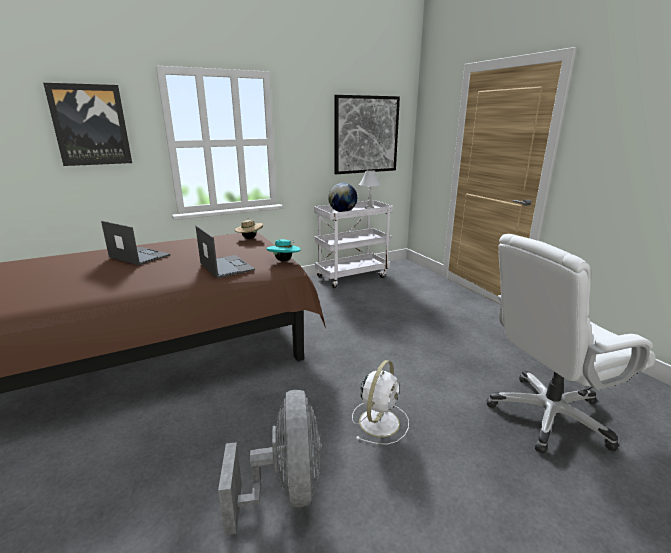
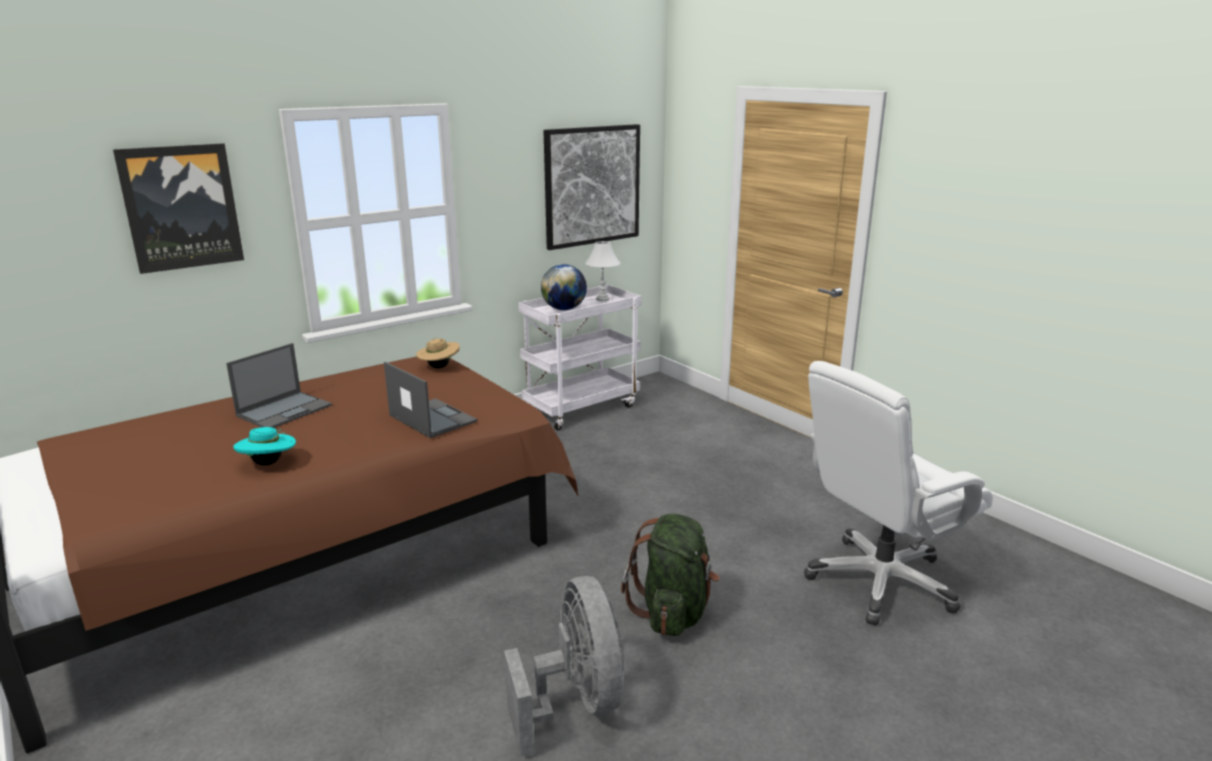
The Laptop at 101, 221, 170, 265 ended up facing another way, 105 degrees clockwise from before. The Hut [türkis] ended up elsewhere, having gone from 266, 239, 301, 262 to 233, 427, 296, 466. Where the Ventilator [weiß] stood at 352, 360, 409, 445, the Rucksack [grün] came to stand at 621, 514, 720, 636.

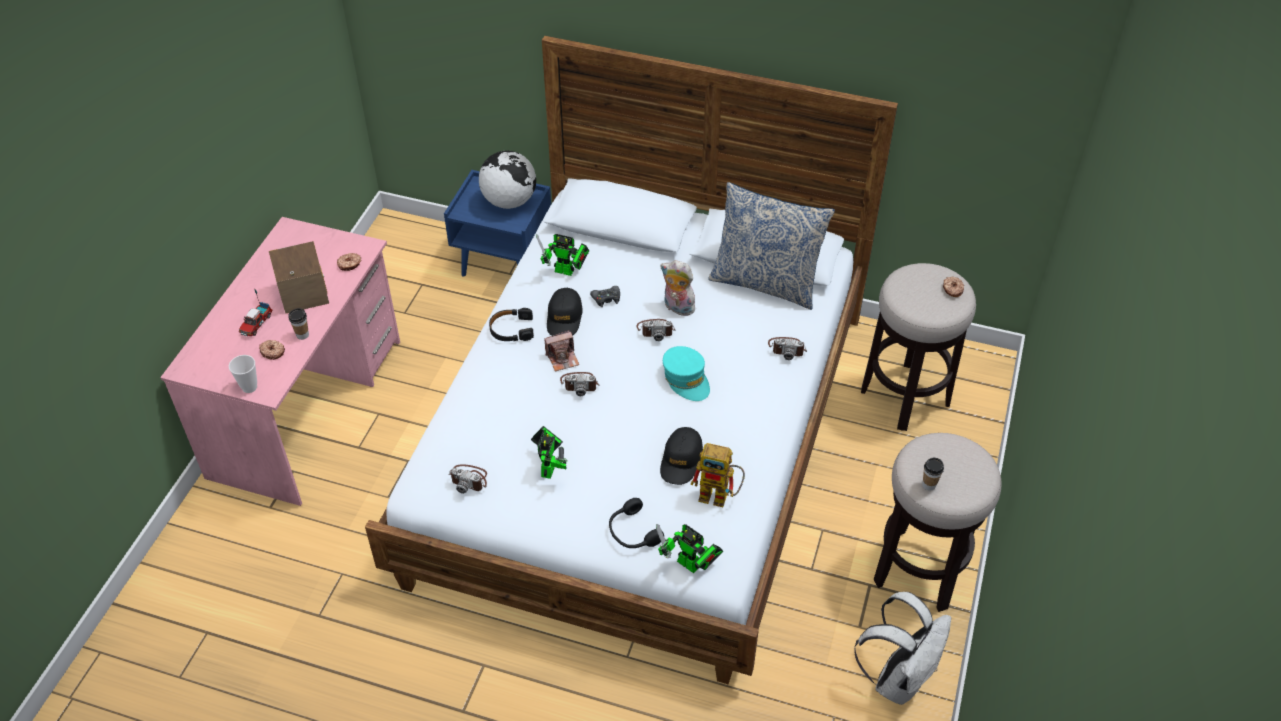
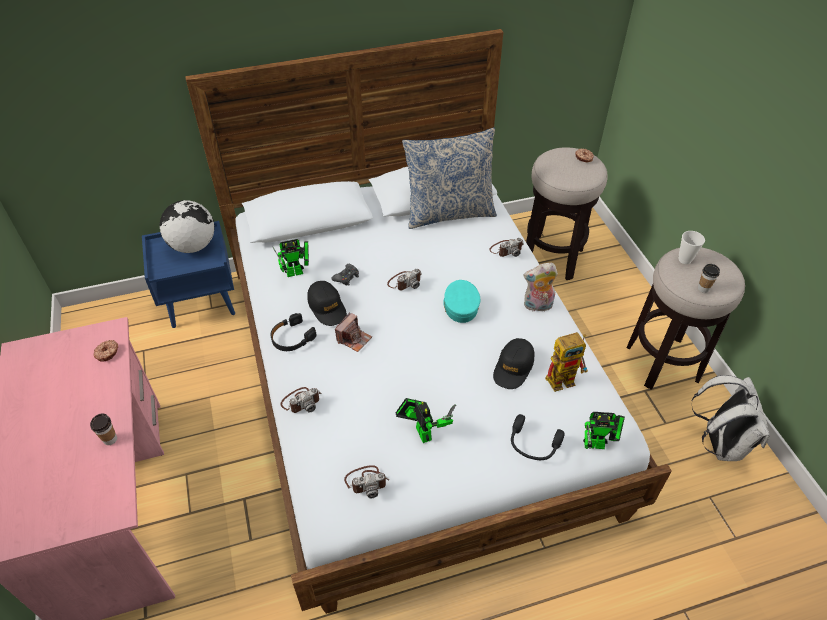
The second view lost the Spielzeughaus at 269, 241, 329, 313. The Plüschtier ended up elsewhere, having gone from 661, 260, 695, 317 to 524, 263, 558, 311. The second view lost the Spielzeuglaster at 239, 290, 273, 336. The second view lost the Donut at 259, 340, 285, 360. The Kappe [türkis] at 663, 346, 710, 401 ended up facing another way, 120 degrees counterclockwise from before. The Tasse ended up elsewhere, having gone from 229, 355, 257, 393 to 678, 231, 705, 264. The Kamera ended up elsewhere, having gone from 560, 372, 600, 396 to 281, 387, 321, 413. The Kappe [schwarz] at 660, 427, 703, 485 ended up facing another way, 45 degrees clockwise from before.

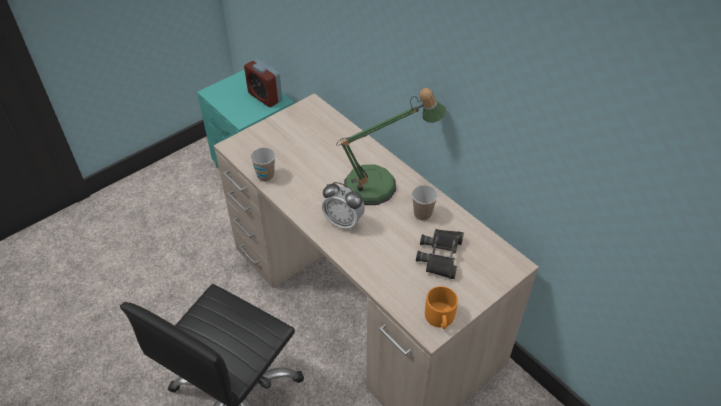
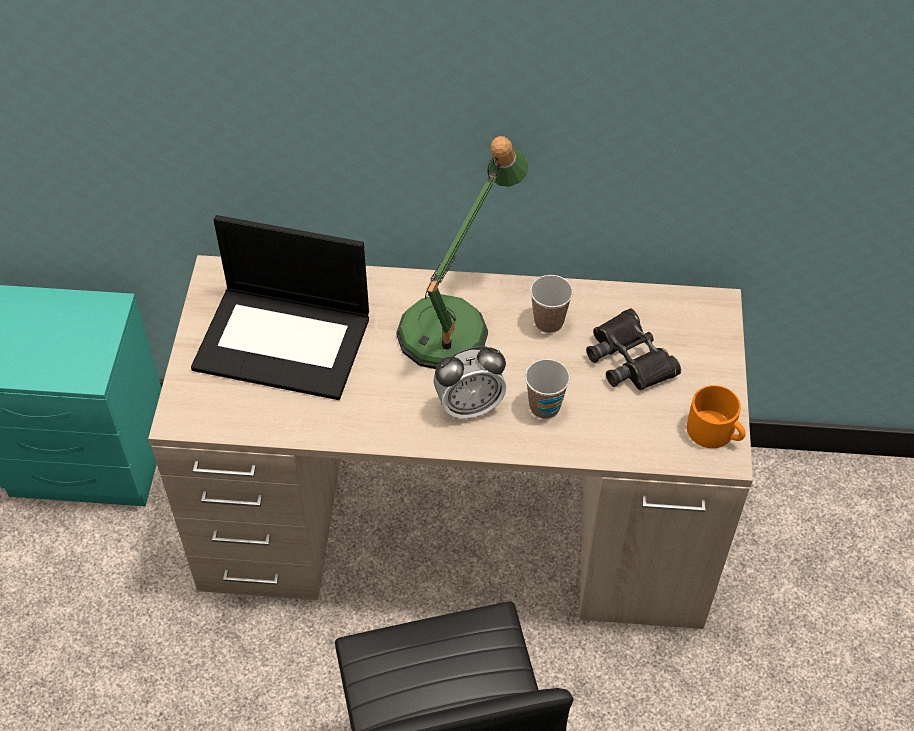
The second view lost the Wecker at 244, 59, 282, 107. The Tasse ended up elsewhere, having gone from 251, 147, 275, 181 to 525, 359, 570, 419. The second view gained the Laptop at 191, 215, 369, 400.

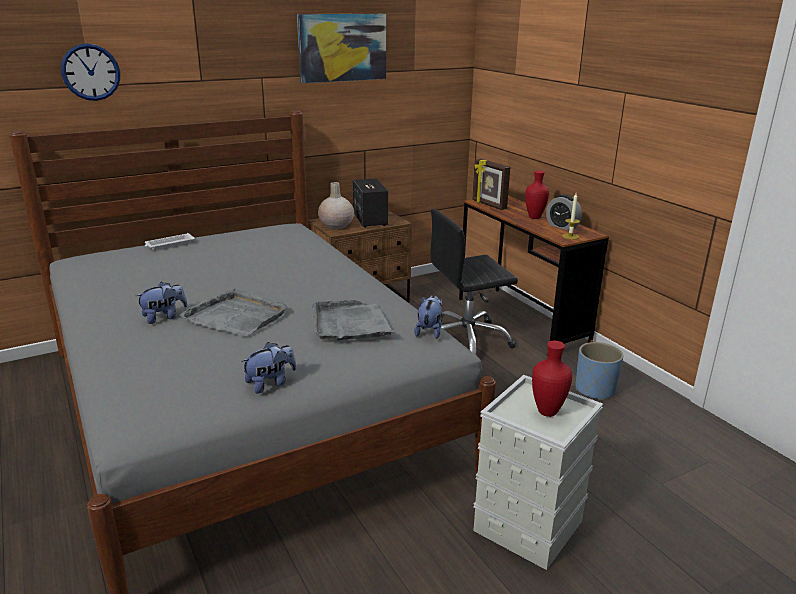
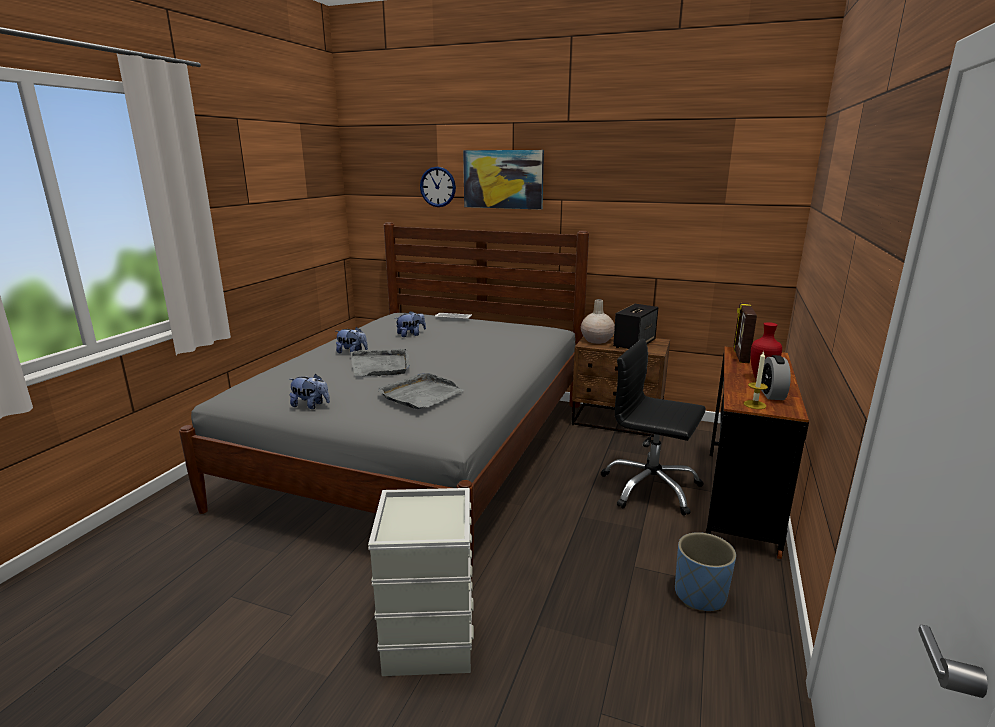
The Bild ended up elsewhere, having gone from 297, 14, 386, 83 to 463, 150, 544, 210. The Plüschtier ended up elsewhere, having gone from 414, 295, 442, 339 to 396, 311, 426, 337. The second view lost the Vase [rot] at 532, 341, 572, 417.

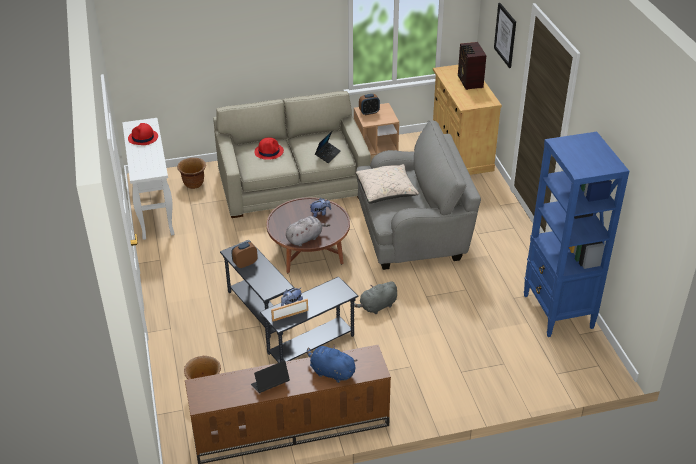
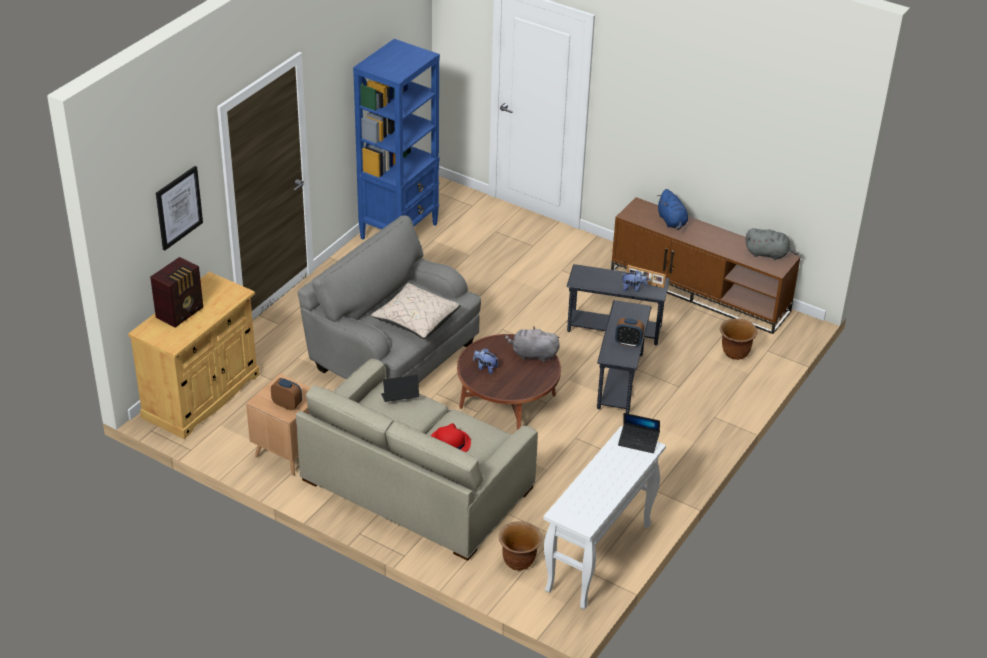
The second view lost the Hut [rot] at 128, 123, 158, 145. The Plüschtier [grau] ended up elsewhere, having gone from 354, 281, 397, 314 to 746, 228, 798, 260. The Laptop ended up elsewhere, having gone from 251, 360, 290, 393 to 618, 413, 660, 453.

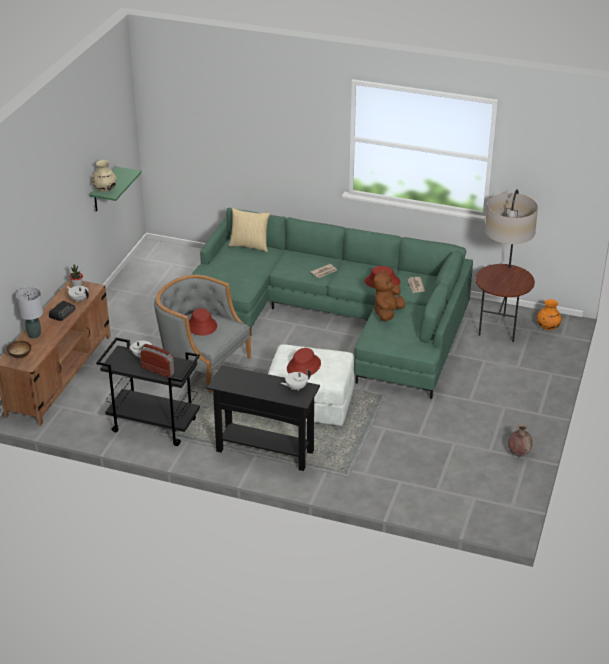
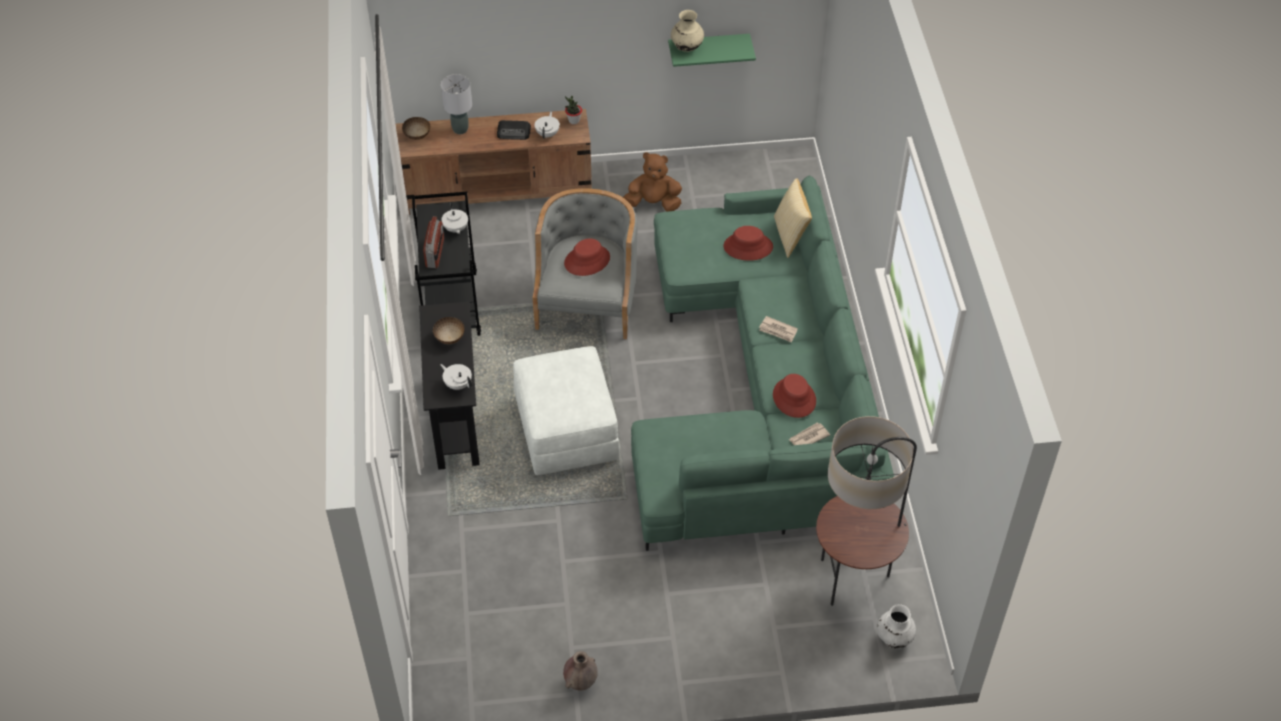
The Plüschtier [braun] ended up elsewhere, having gone from 373, 270, 405, 322 to 623, 152, 682, 212. What was the Vase [orange] at 537, 299, 562, 330 turned into the Vase [weiß] at 877, 604, 916, 648. The Hut [rot] ended up elsewhere, having gone from 287, 348, 321, 375 to 724, 226, 773, 261. The second view gained the Schüssel at 433, 317, 464, 344.

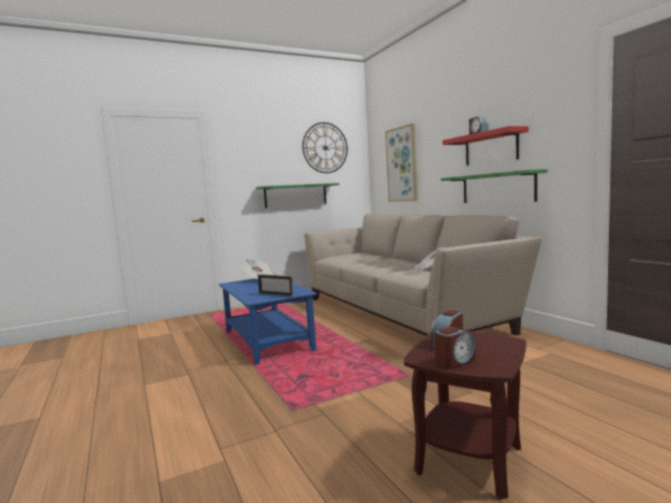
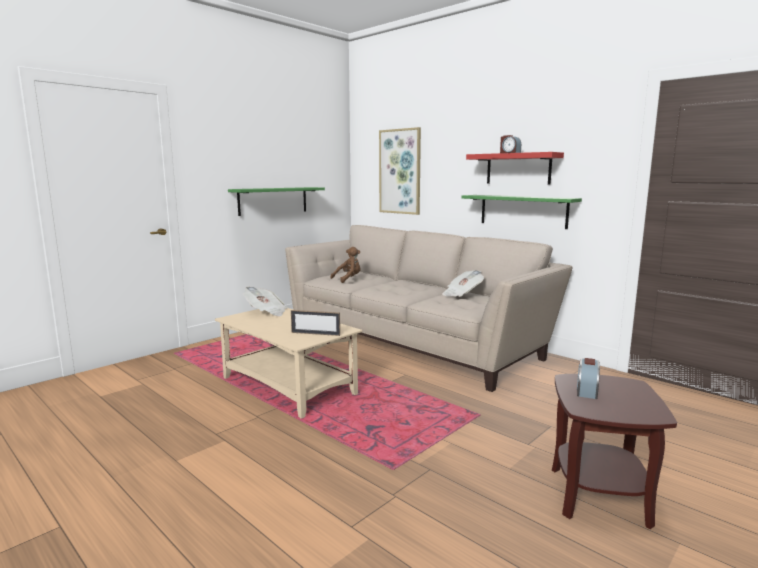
The second view lost the Wanduhr at 302, 122, 348, 173. What was the Couchtisch [blau] at 219, 279, 317, 365 turned into the Couchtisch [beige] at 215, 308, 362, 419. The second view lost the Wecker at 434, 327, 476, 369. The second view gained the Plüschtier [braun] at 330, 247, 361, 283.

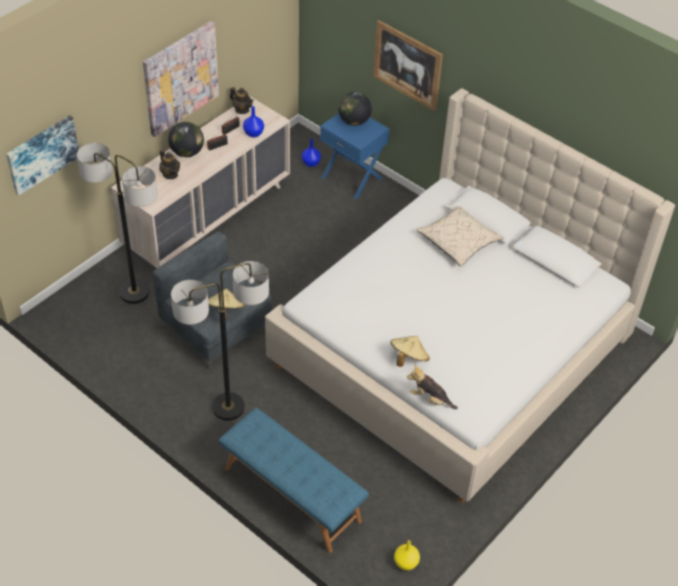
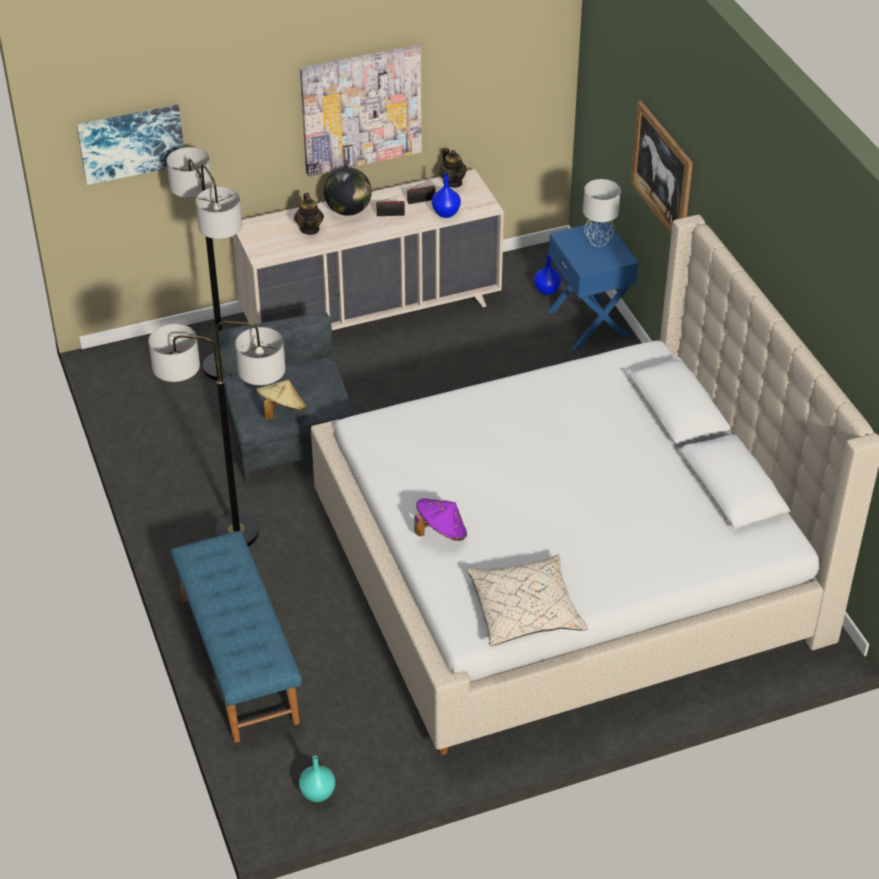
Where the Globus stood at 338, 92, 372, 126, the Tischlampe [grau] came to stand at 583, 179, 621, 247. The Kissen [beige] ended up elsewhere, having gone from 416, 206, 504, 267 to 467, 555, 588, 646. What was the Hut [beige] at 390, 336, 430, 367 turned into the Hut [lila] at 414, 498, 467, 541. The second view lost the Plüschtier at 407, 365, 458, 409. What was the Vase [gelb] at 394, 540, 420, 570 turned into the Vase [türkis] at 299, 755, 335, 802.

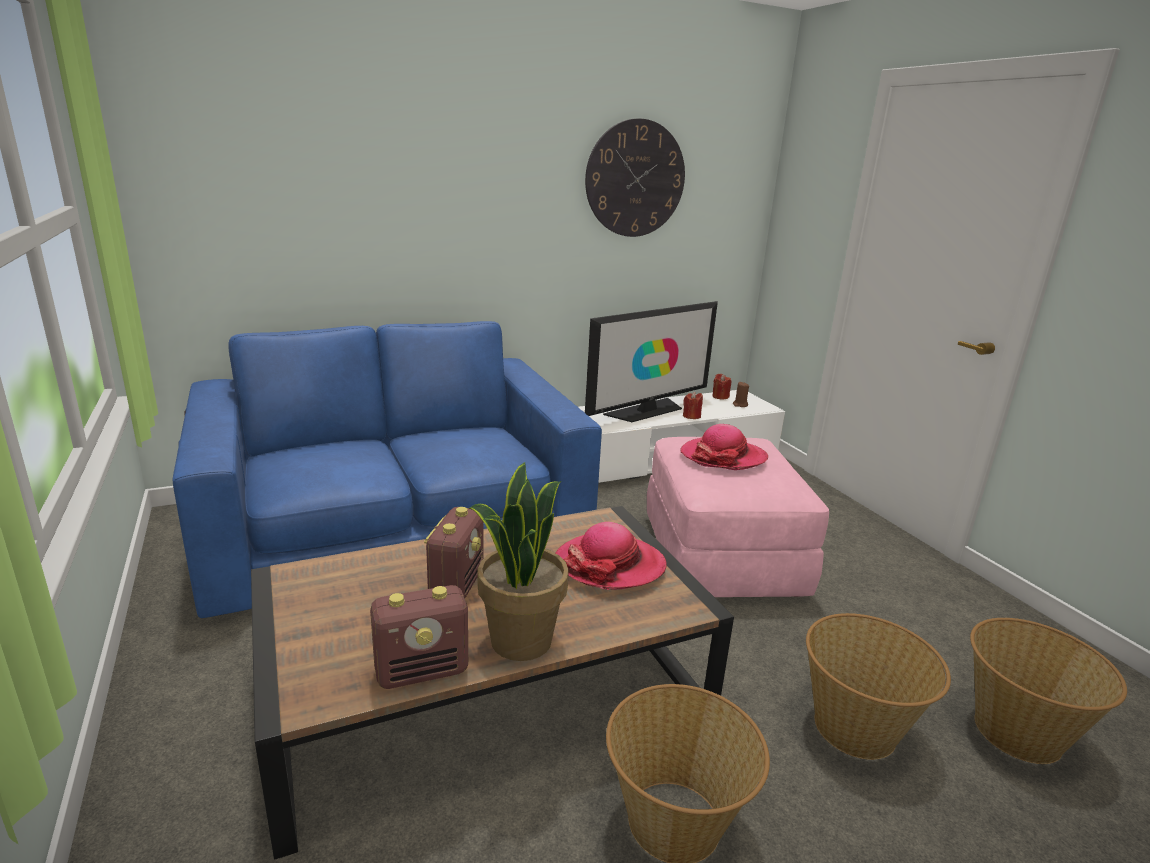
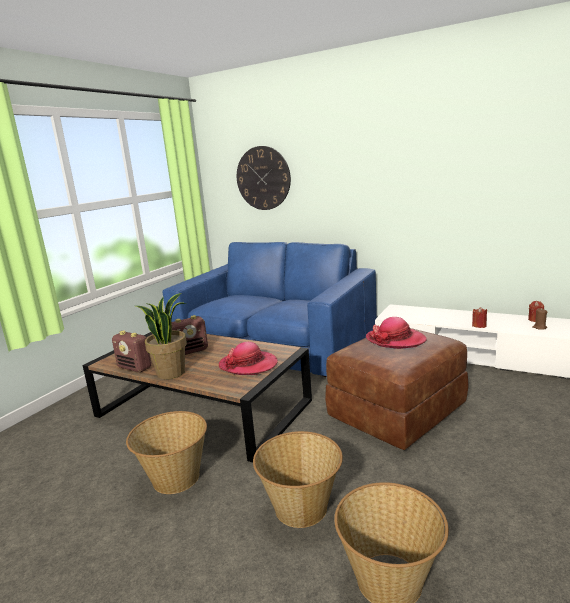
The Wanduhr ended up elsewhere, having gone from 585, 118, 685, 237 to 237, 146, 291, 210. The second view lost the Fernseher at 585, 301, 718, 422. What was the Polsterhocker [rosa] at 647, 437, 829, 597 turned into the Polsterhocker [braun] at 325, 328, 469, 450.

